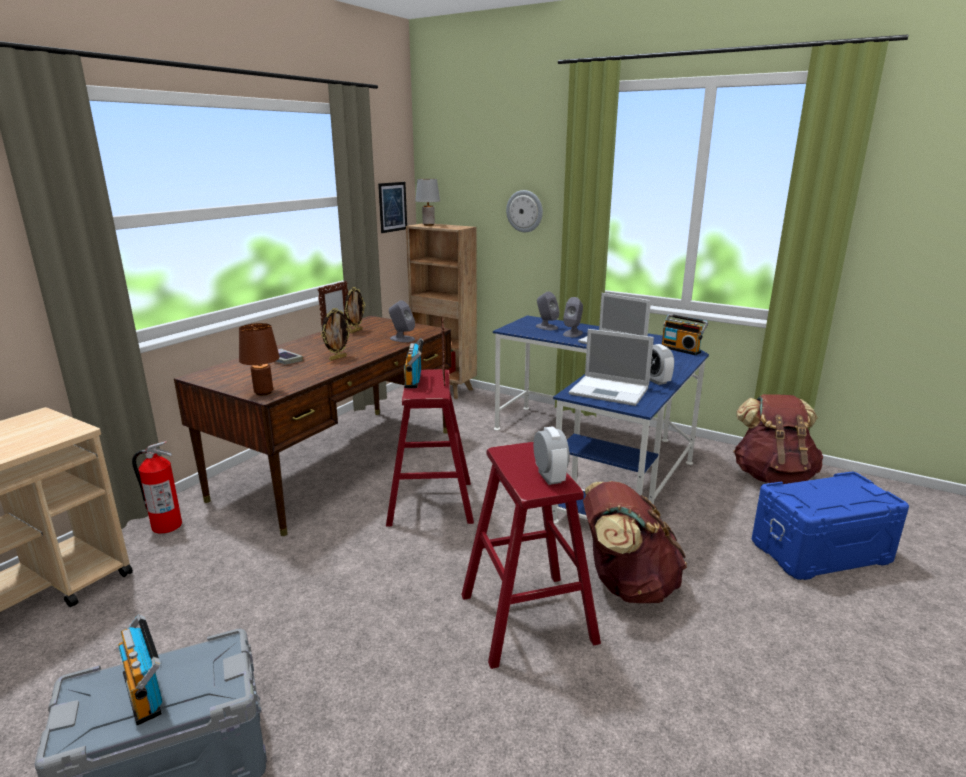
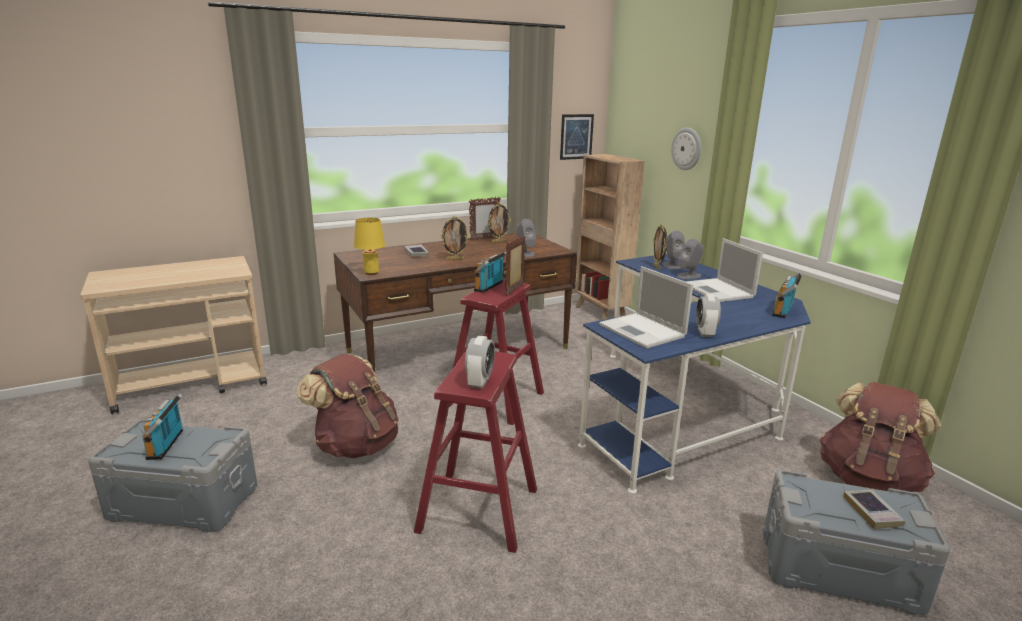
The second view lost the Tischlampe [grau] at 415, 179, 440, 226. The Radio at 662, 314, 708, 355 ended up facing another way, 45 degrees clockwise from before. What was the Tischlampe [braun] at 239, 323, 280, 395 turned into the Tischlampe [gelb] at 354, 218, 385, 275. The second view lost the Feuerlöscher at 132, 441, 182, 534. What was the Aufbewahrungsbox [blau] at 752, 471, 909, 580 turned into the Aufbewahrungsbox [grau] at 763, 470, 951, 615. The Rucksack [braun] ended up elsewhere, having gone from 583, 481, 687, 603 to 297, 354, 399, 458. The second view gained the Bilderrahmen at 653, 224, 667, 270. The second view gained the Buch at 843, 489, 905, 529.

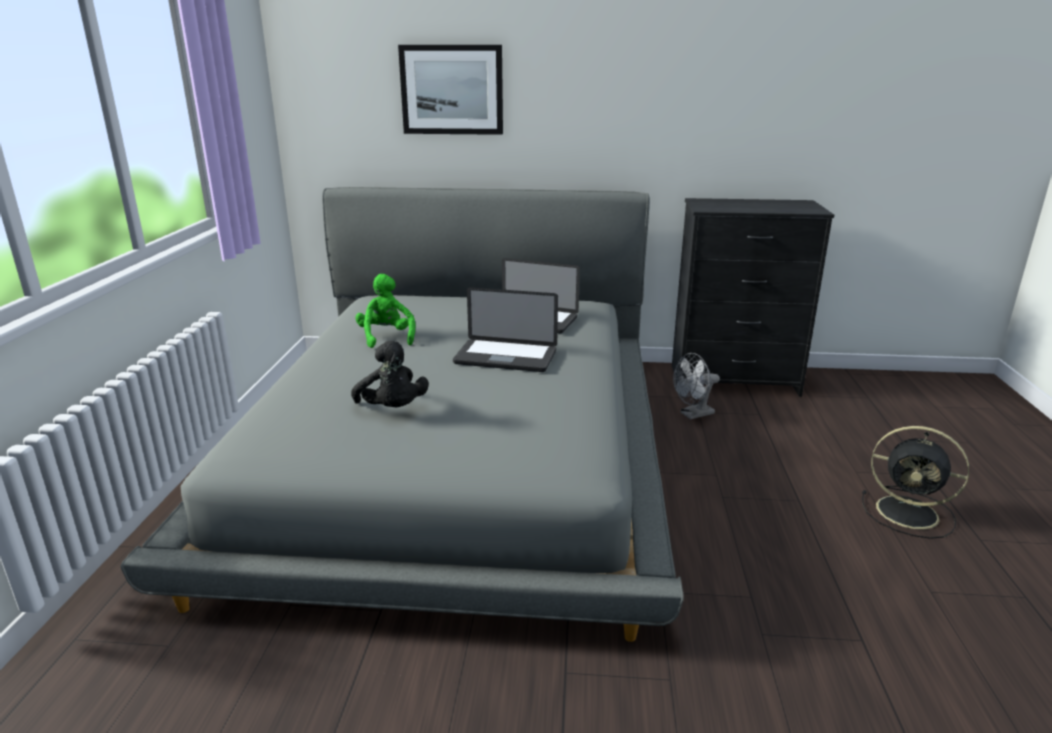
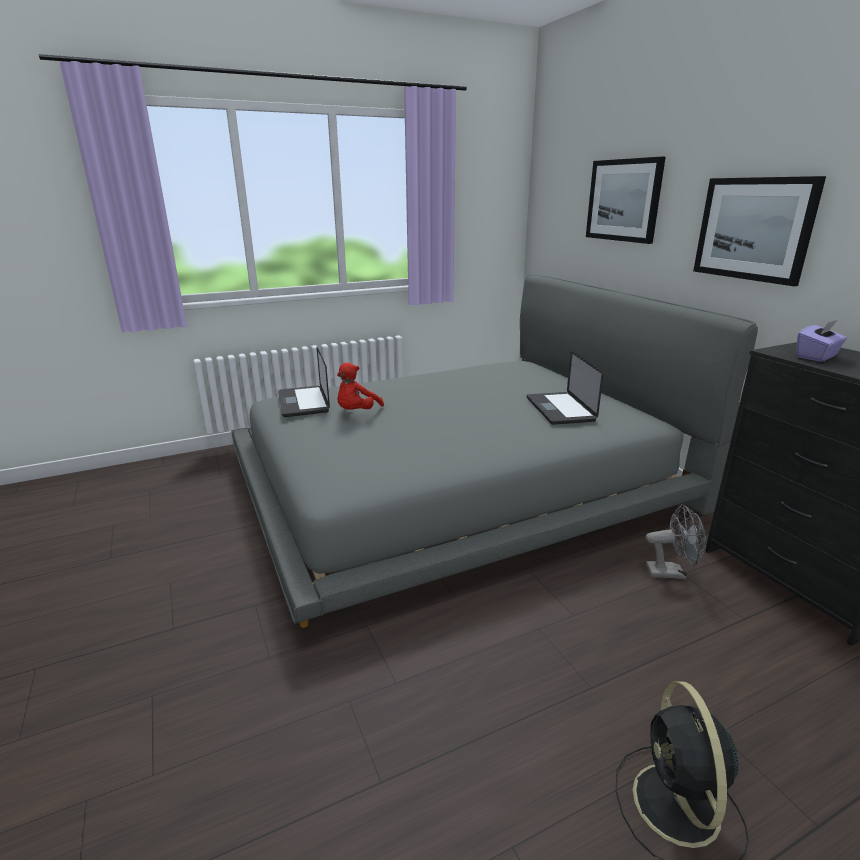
The second view lost the Plüschtier [grün] at 355, 274, 416, 348. The Laptop ended up elsewhere, having gone from 453, 287, 558, 372 to 278, 346, 330, 417. What was the Plüschtier [schwarz] at 351, 341, 429, 407 turned into the Plüschtier [rot] at 337, 362, 384, 410. The Ventilator [grau] at 673, 353, 720, 419 ended up facing another way, 150 degrees clockwise from before. The second view gained the Bild at 693, 176, 826, 286. The second view gained the Taschentuchbox [lila] at 796, 320, 847, 362.

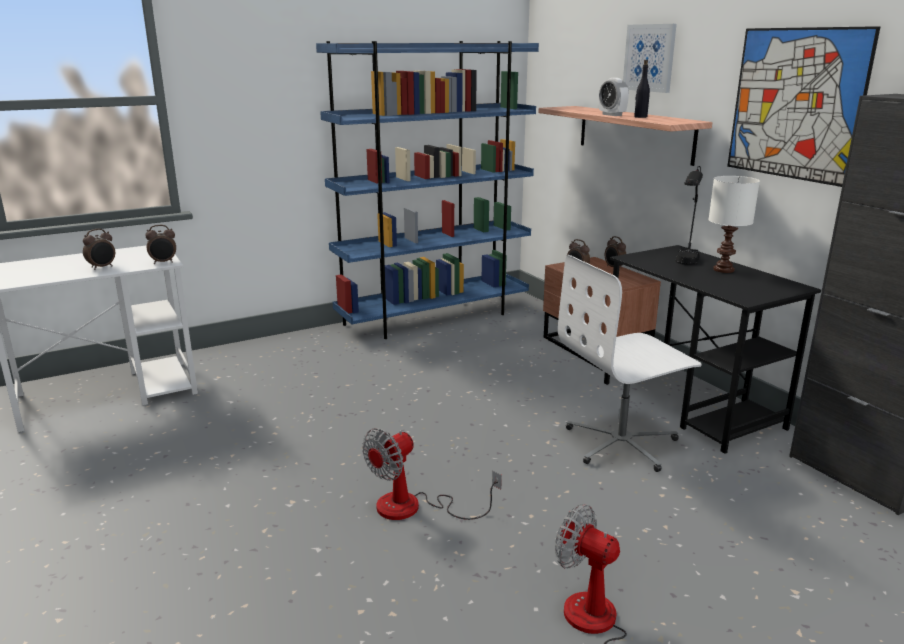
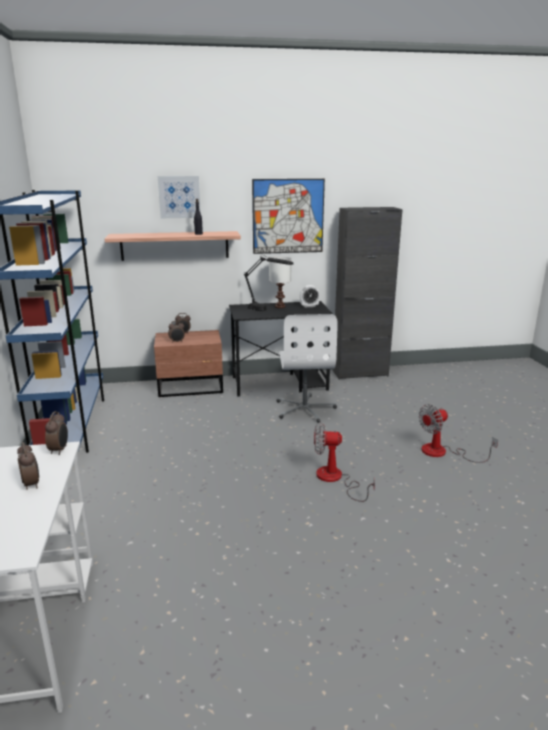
The Wecker ended up elsewhere, having gone from 599, 78, 629, 116 to 300, 285, 320, 307. The Ventilator at 362, 428, 502, 520 ended up facing another way, 120 degrees clockwise from before.

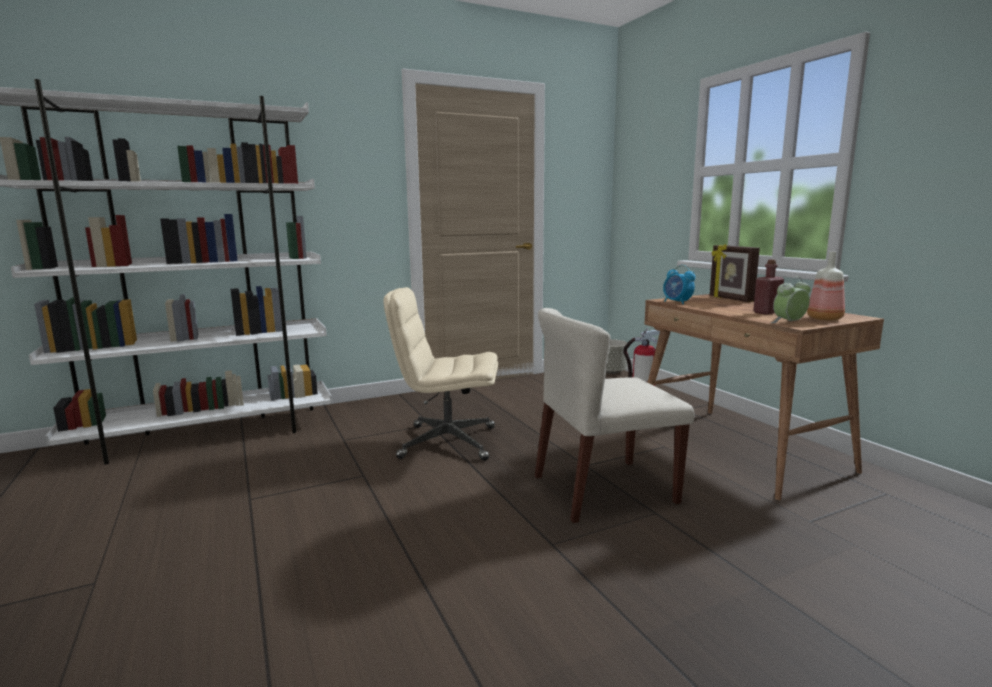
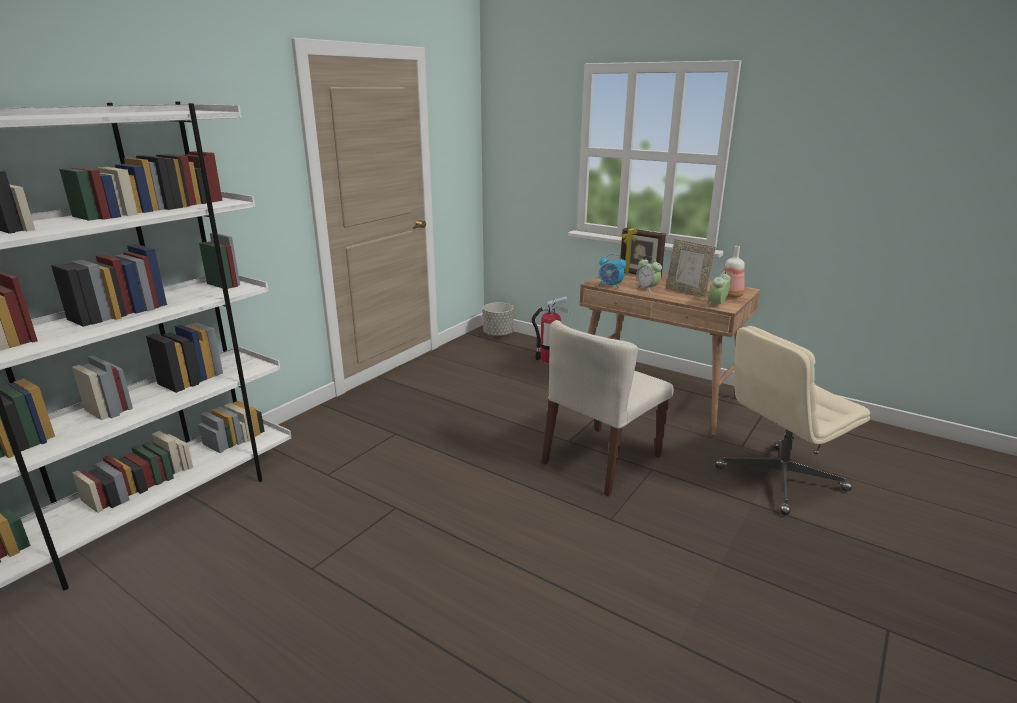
Where the Flasche [rot] stood at 753, 259, 784, 314, the Bilderrahmen came to stand at 666, 239, 716, 298. The Bürostuhl [beige] ended up elsewhere, having gone from 384, 287, 498, 461 to 715, 326, 870, 515. The second view gained the Wecker at 635, 256, 662, 293.

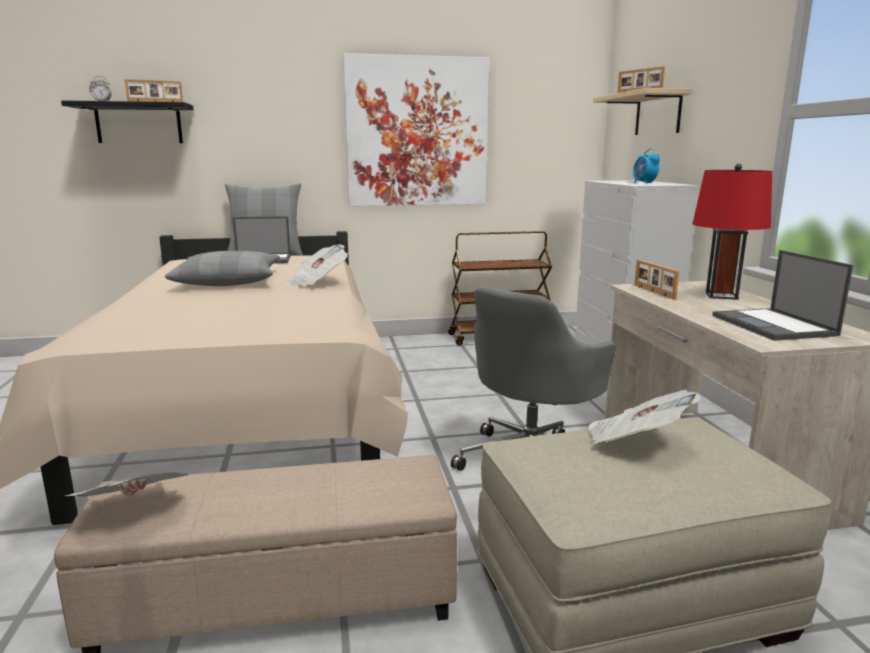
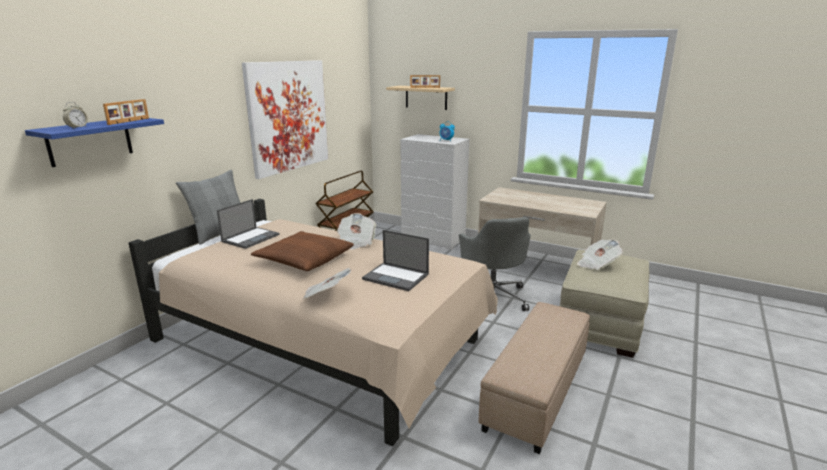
What was the Wandregal [schwarz] at 61, 100, 194, 143 turned into the Wandregal [blau] at 25, 118, 164, 167. The second view lost the Tischlampe [rot] at 692, 164, 772, 300. The Laptop ended up elsewhere, having gone from 712, 250, 853, 341 to 362, 230, 429, 291. What was the Kissen [grau] at 165, 251, 280, 286 turned into the Kissen [braun] at 251, 231, 354, 271. The second view lost the Bilderrahmen at 634, 259, 679, 299. The Zeitung ended up elsewhere, having gone from 65, 473, 188, 497 to 303, 268, 351, 299.

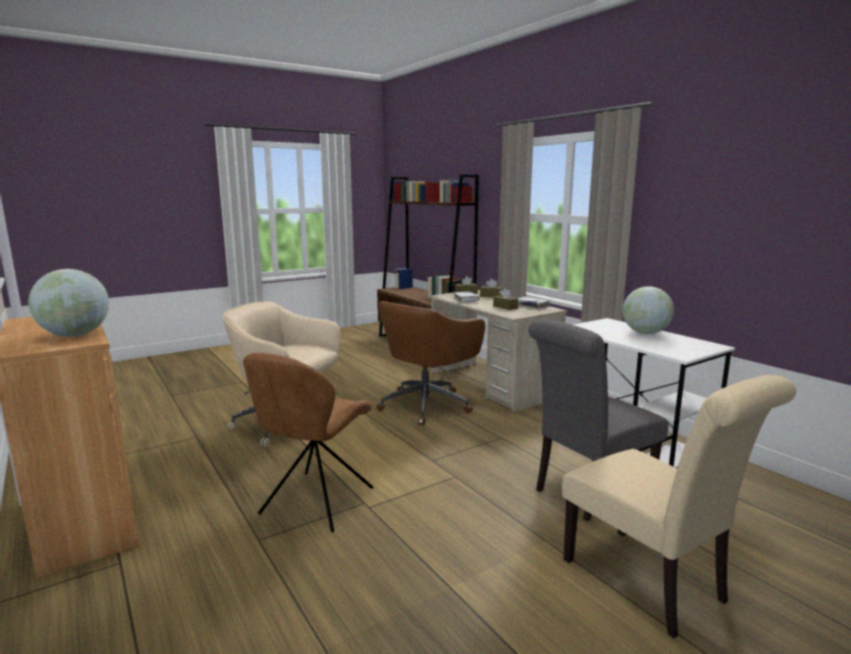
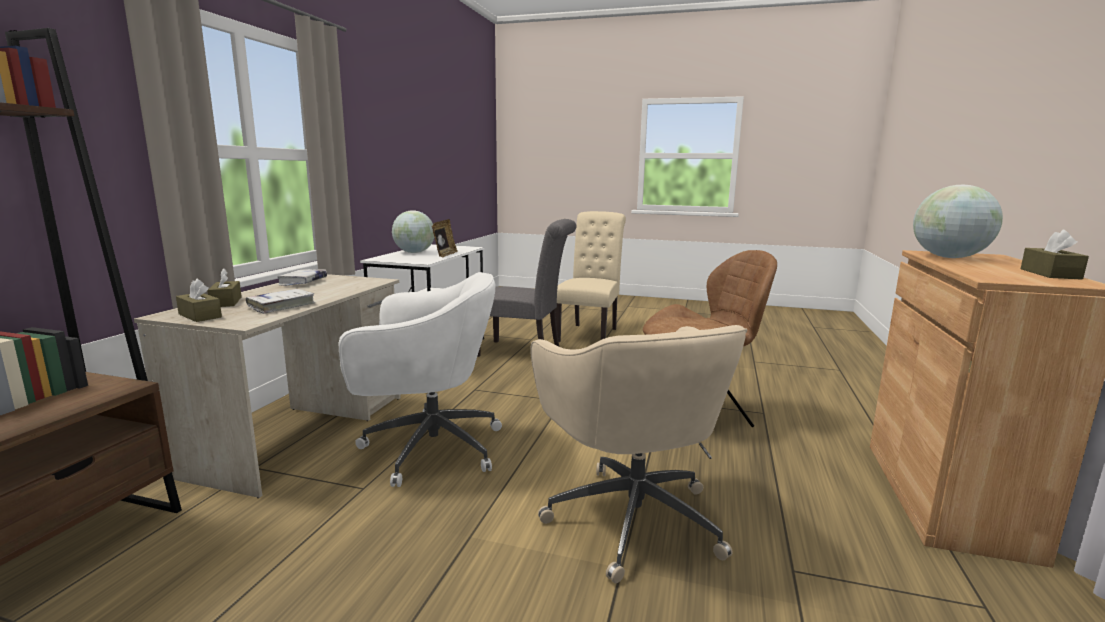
The Taschentuchbox [braun] ended up elsewhere, having gone from 493, 288, 518, 310 to 1020, 230, 1089, 280. What was the Bürostuhl [braun] at 376, 301, 485, 426 turned into the Bürostuhl [weiß] at 338, 272, 502, 487. The second view gained the Bilderrahmen at 432, 219, 458, 258.

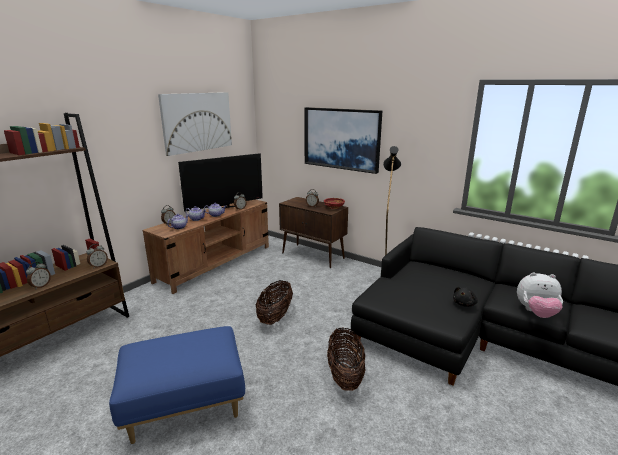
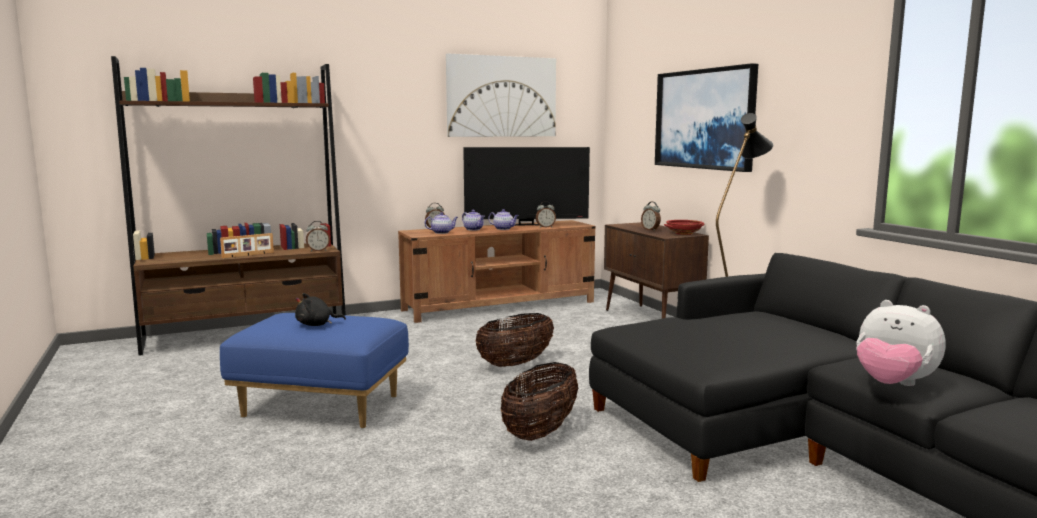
Where the Wecker stood at 26, 262, 51, 290, the Bilderrahmen came to stand at 220, 233, 274, 258. The Plüschtier [schwarz] ended up elsewhere, having gone from 453, 287, 478, 307 to 295, 293, 346, 326.

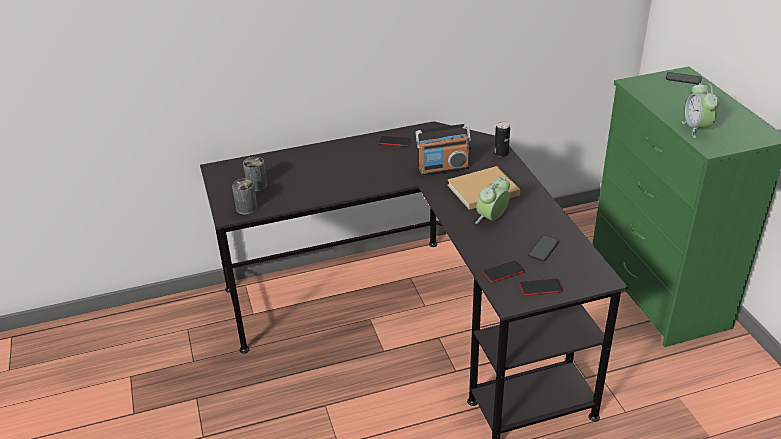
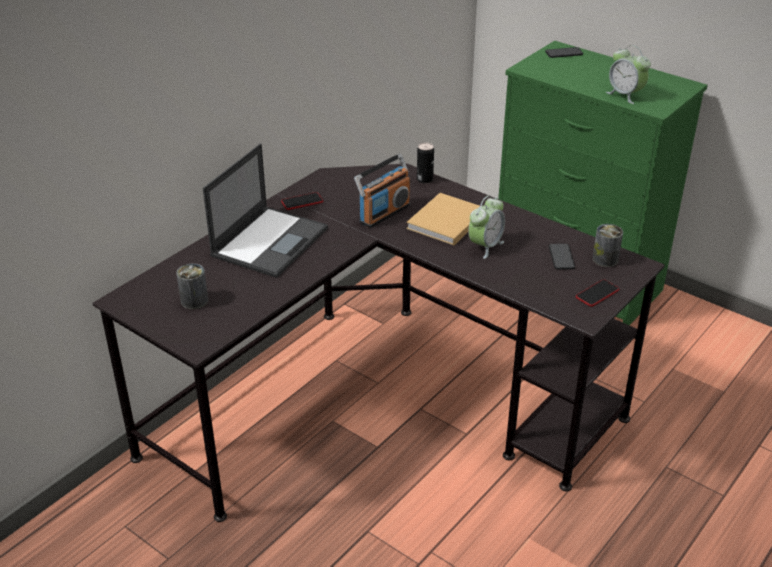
The Wecker at 475, 177, 510, 224 ended up facing another way, 150 degrees counterclockwise from before. The Dose ended up elsewhere, having gone from 232, 178, 258, 214 to 592, 224, 623, 267. The second view lost the Handy at 482, 260, 525, 283. The second view gained the Laptop at 203, 143, 328, 278.

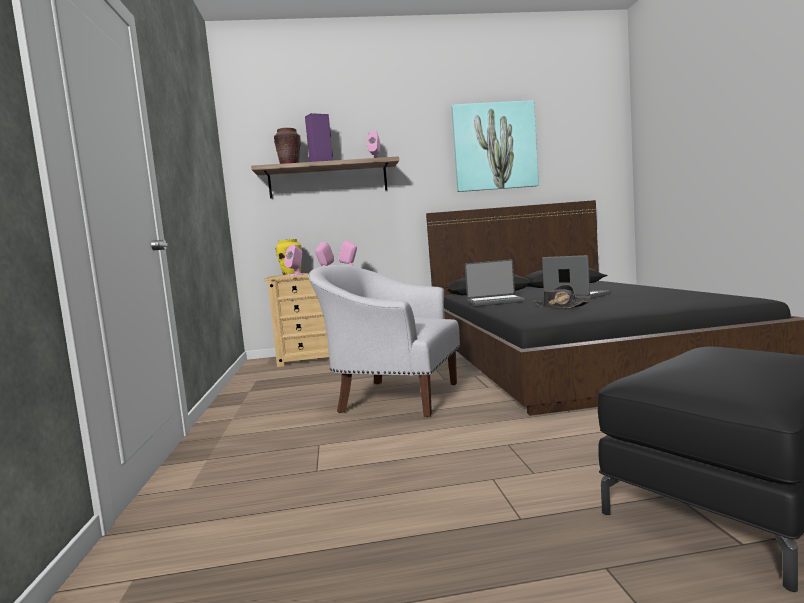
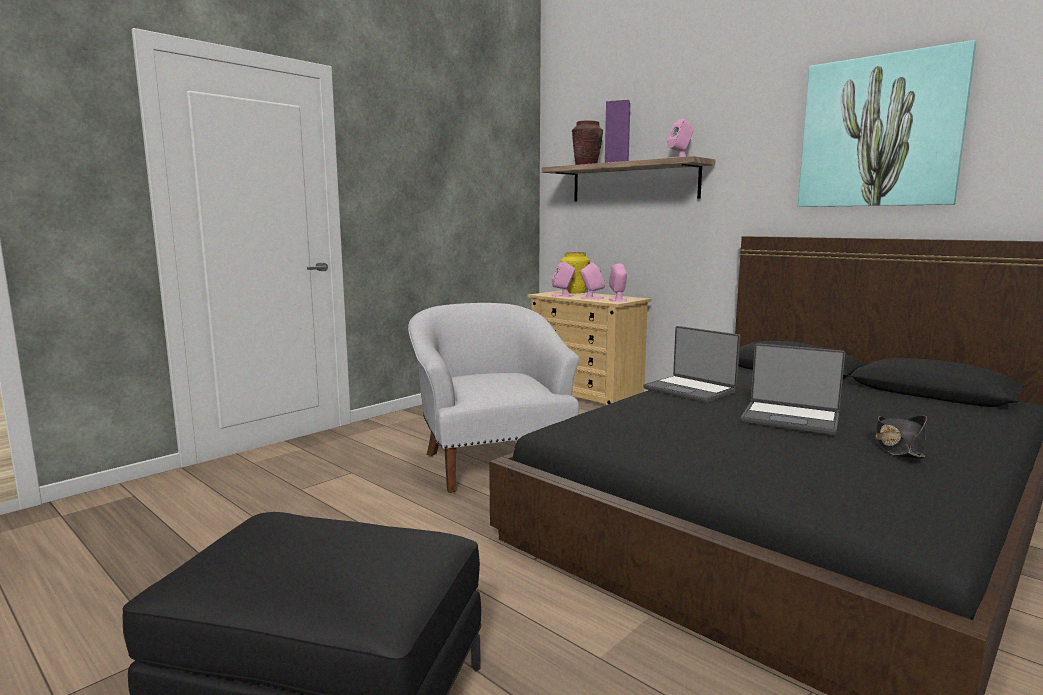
The Laptop at 542, 255, 611, 299 ended up facing another way, 105 degrees clockwise from before. The Hut [schwarz] ended up elsewhere, having gone from 533, 285, 590, 308 to 875, 416, 927, 459.

